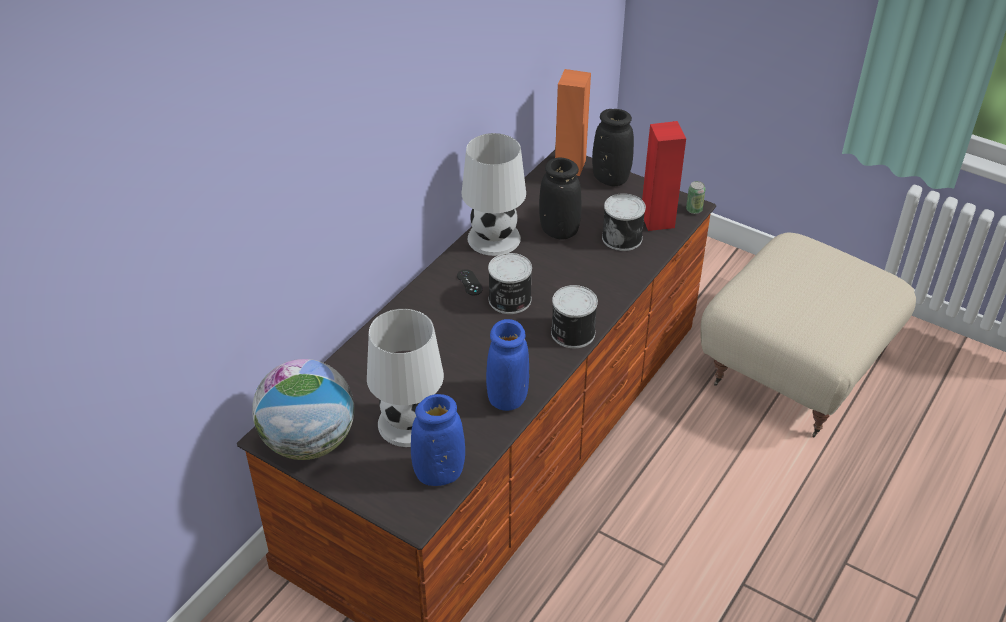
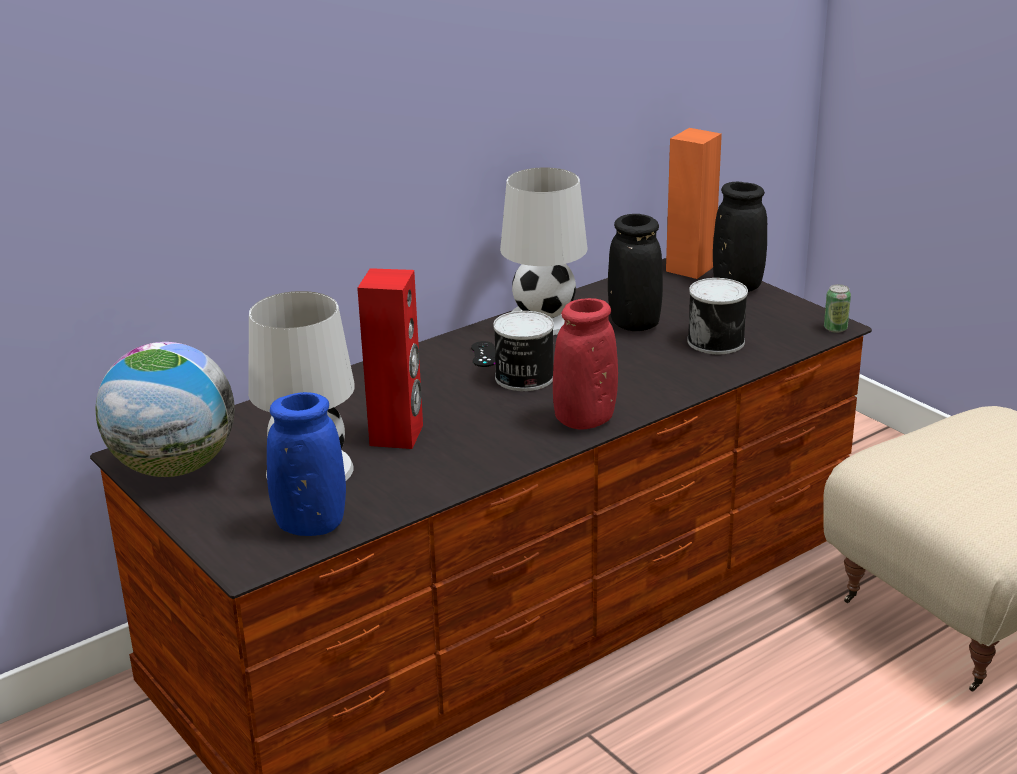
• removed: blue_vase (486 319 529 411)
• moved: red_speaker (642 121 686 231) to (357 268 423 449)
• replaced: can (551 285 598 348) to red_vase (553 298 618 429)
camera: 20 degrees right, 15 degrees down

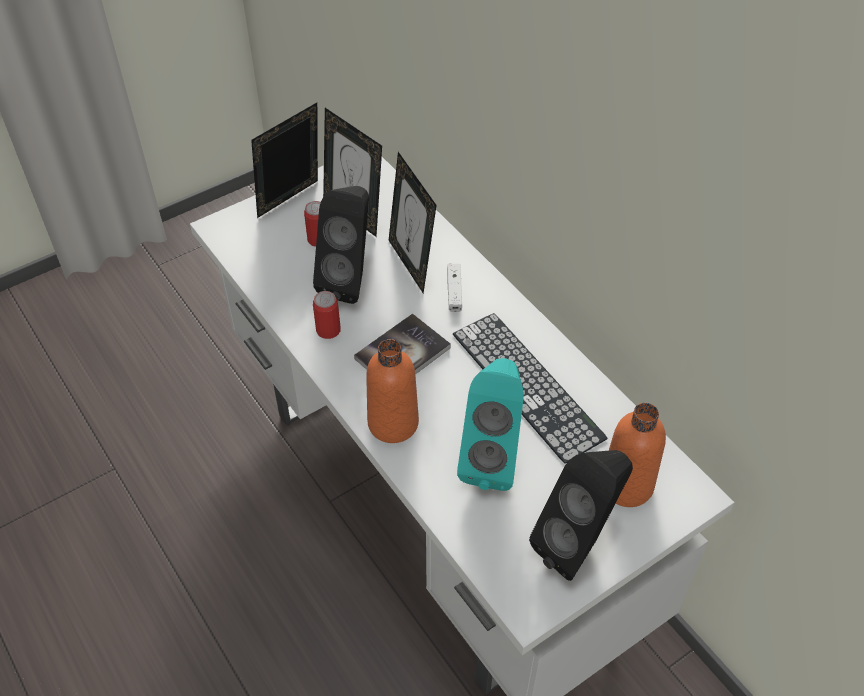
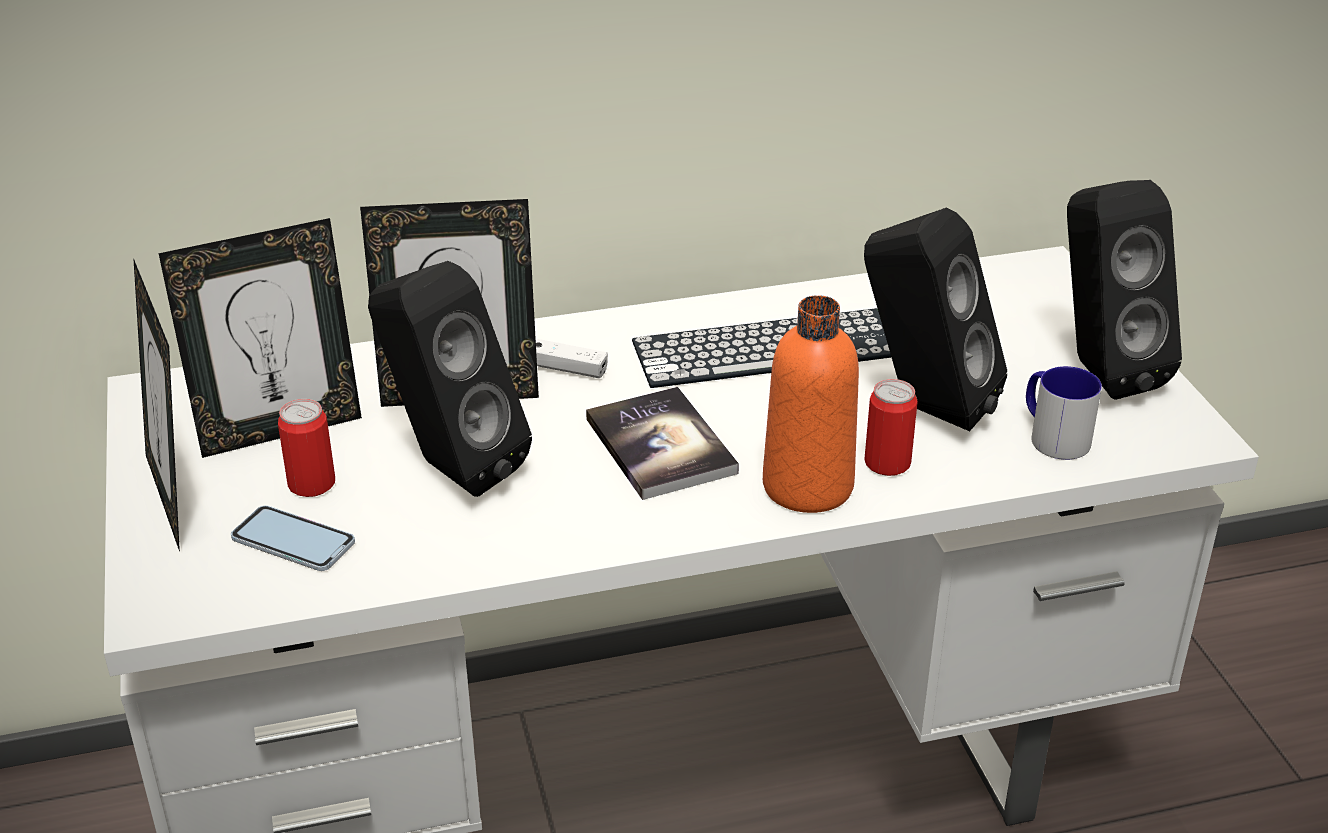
• removed: orange_bottle (609 403 666 507)
• added: phone (231 505 355 571)
• added: mug (1026 366 1102 460)
• moved: can (313 291 341 339) to (864 379 918 476)
• recoloured: turquoise_speaker (457 358 524 491) to black_speaker (864 208 1007 431)
camera: 70 degrees left, 15 degrees down

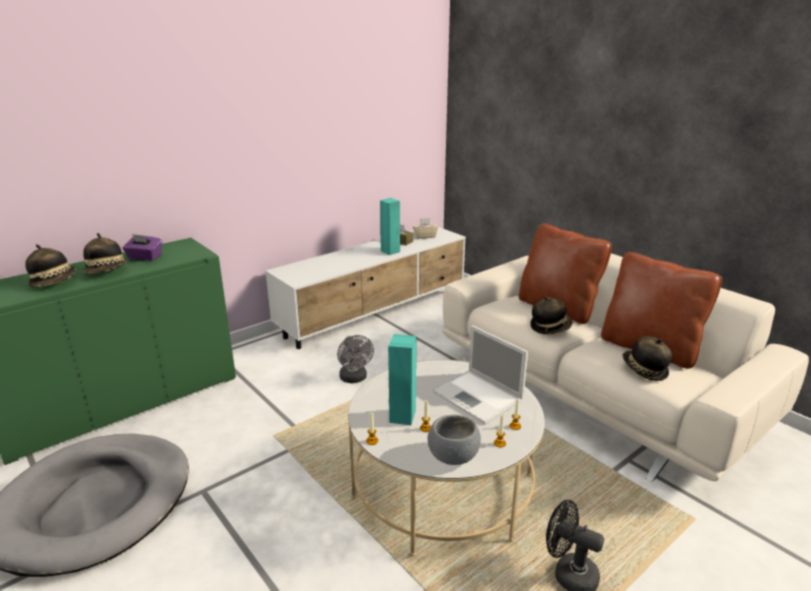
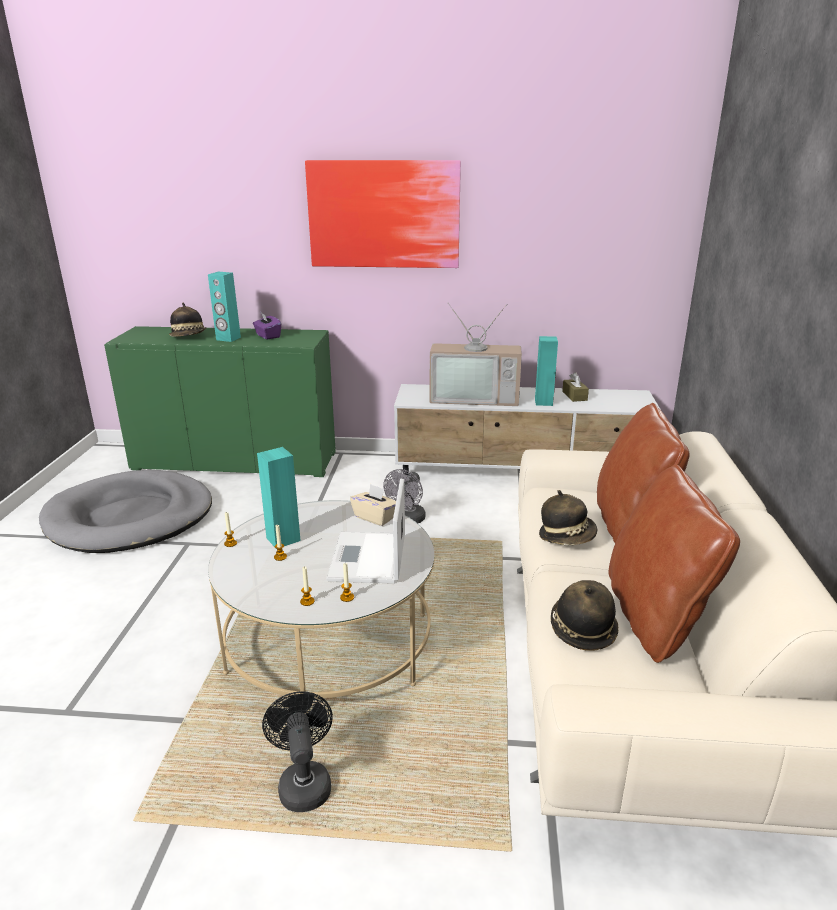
• removed: grey_bowl (427 415 481 465)
• added: picture (305 160 461 268)
• added: television (430 303 522 406)
• moved: beige_tissue_box (413 218 438 239) to (350 484 396 526)
• replaced: hat (83 233 128 274) to turquoise_speaker (208 272 241 342)
camera: 45 degrees right, 0 degrees up

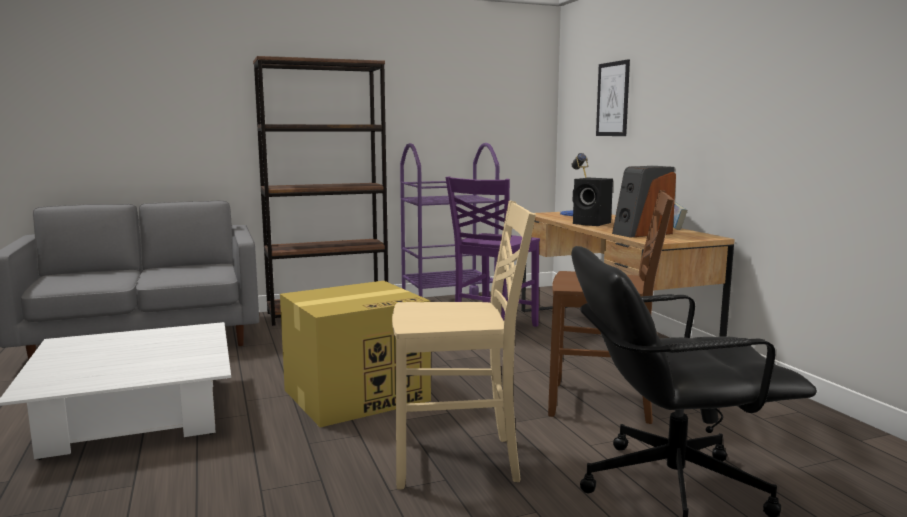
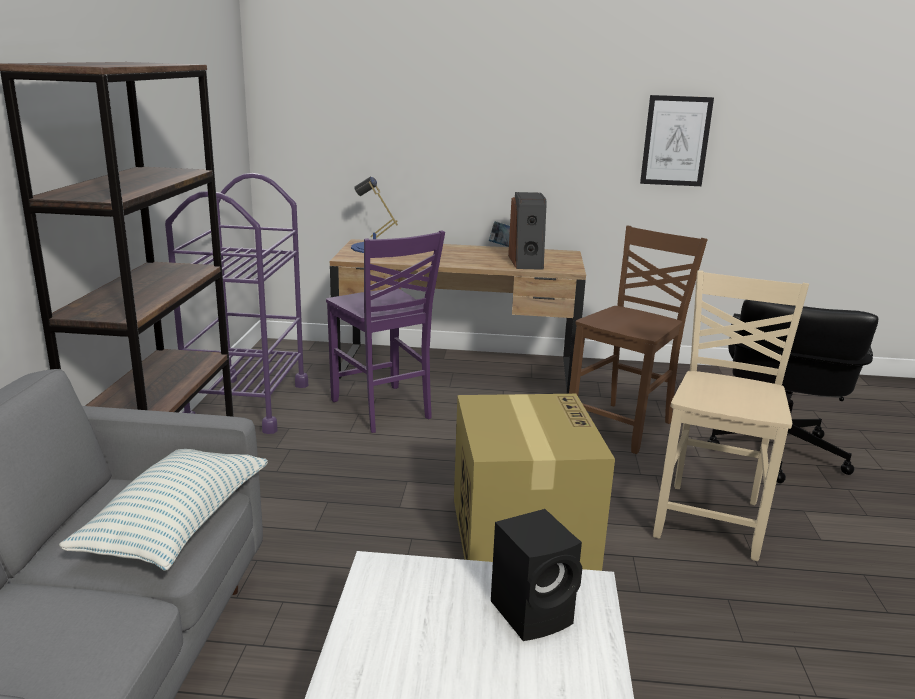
• added: pillow (59 449 268 571)
• moved: black_speaker (573 178 613 226) to (491 509 582 641)
• moved: picture (596 59 630 136) to (640 95 714 186)
camera: 65 degrees left, 10 degrees up

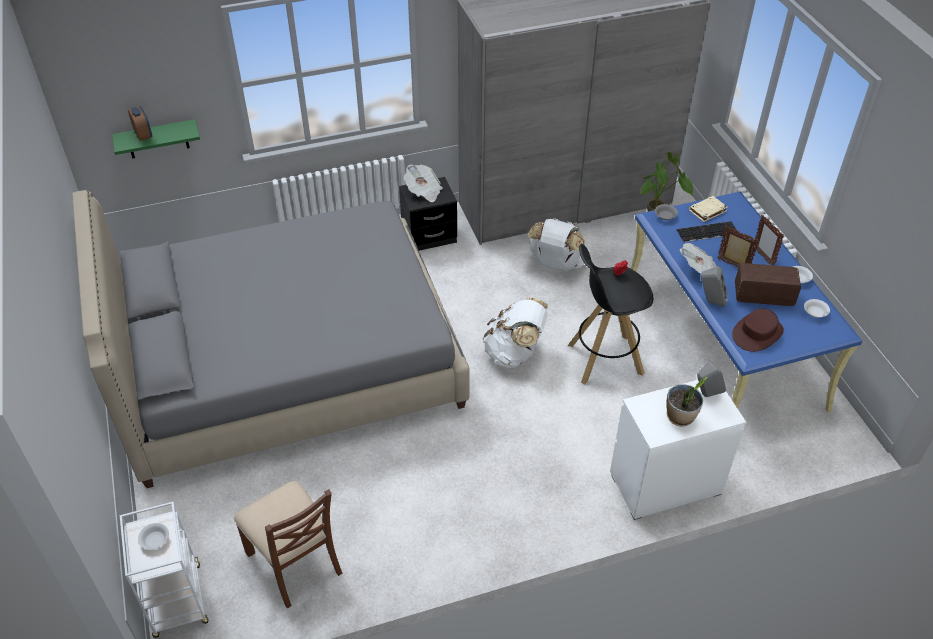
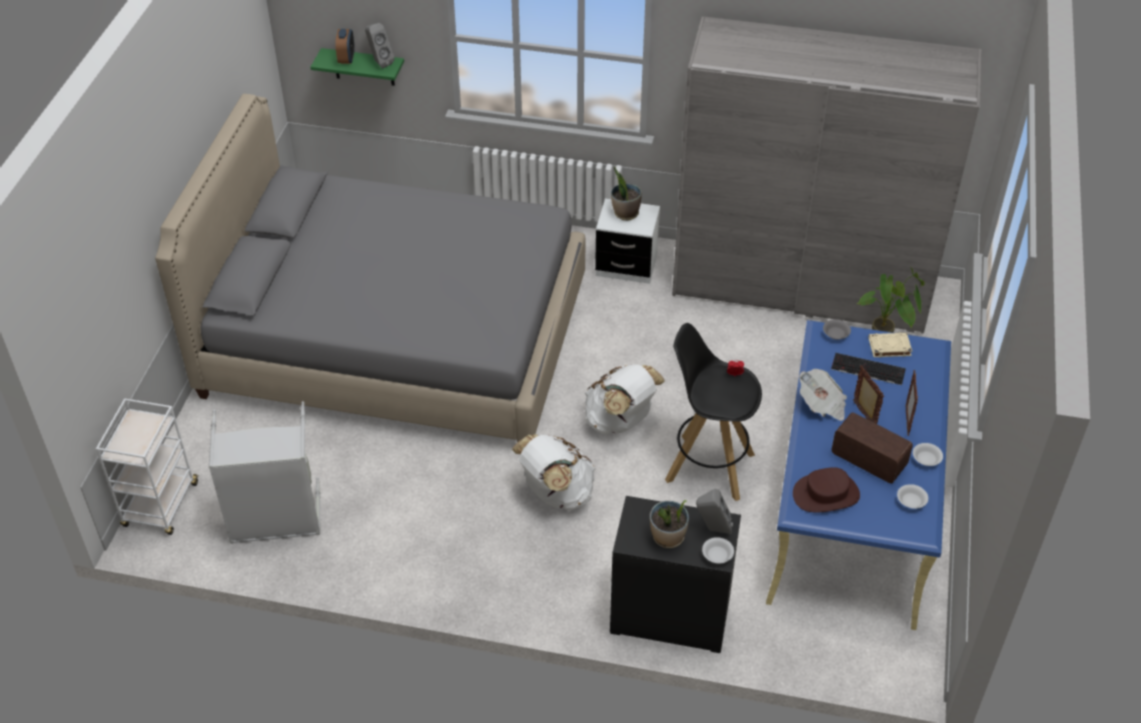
• moved: white_bowl (138 523 169 550) to (702 537 734 564)
• moved: white_backpack (528 218 590 271) to (512 434 595 510)
• moved: grey_speaker (701 266 728 307) to (365 23 395 68)
• replaced: brown_chair (234 481 342 609) to grey_laundry_basket (209 401 320 544)
• replaced: newspaper (404 164 443 202) to potted_plant (611 167 642 221)
• recoloured: black_nightstand (399 177 457 251) to white_nightstand (595 199 660 284)
• recoloured: white_dresser (610 380 746 520) to black_dresser (610 496 741 653)
camera: 30 degrees right, 0 degrees up

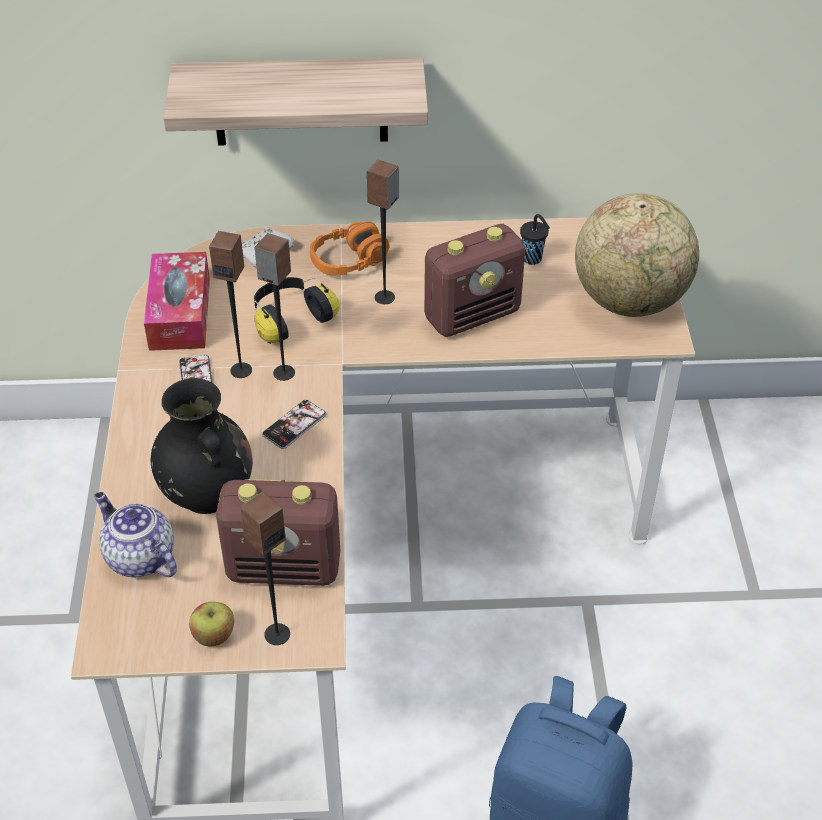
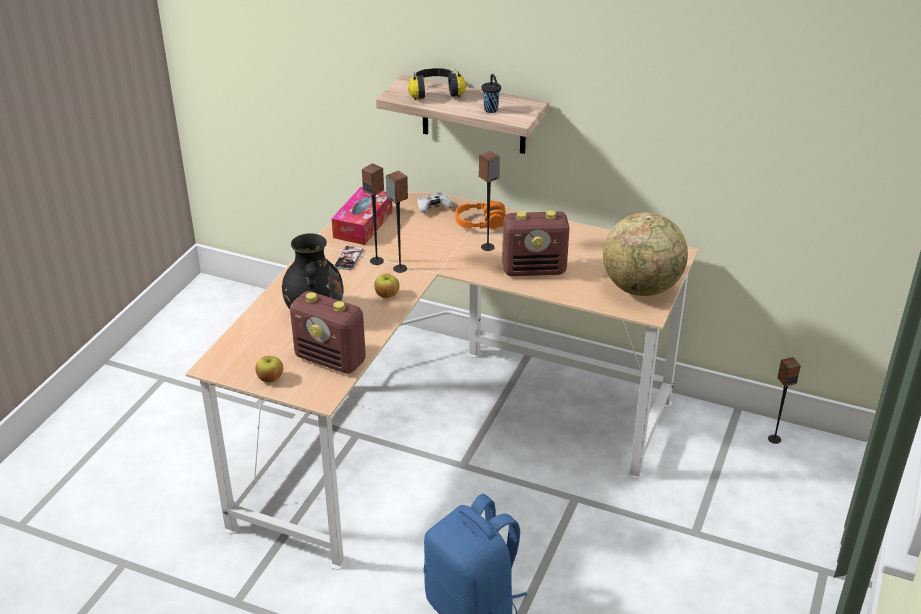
• removed: teapot (94 492 177 578)
• moved: speaker (240 491 290 645) to (768 357 801 444)
• moved: headphones (254 277 340 344) to (408 68 466 100)
• moved: black_cup (520 214 550 265) to (482 74 501 113)
• replaced: phone (262 399 326 449) to apple (374 274 399 298)
camera: 25 degrees right, 10 degrees down

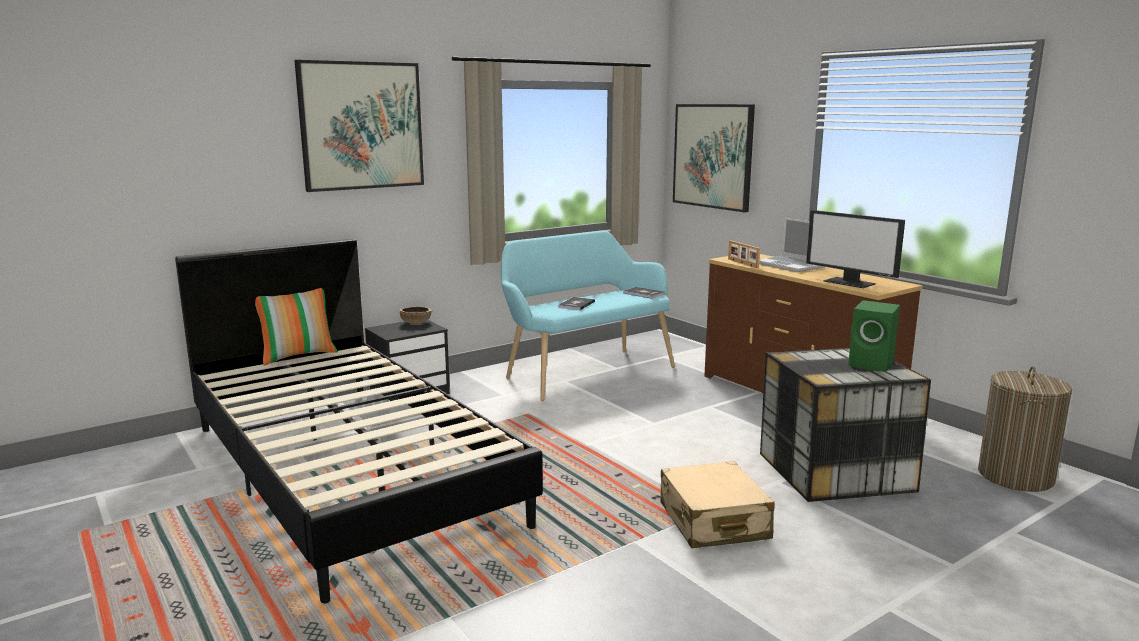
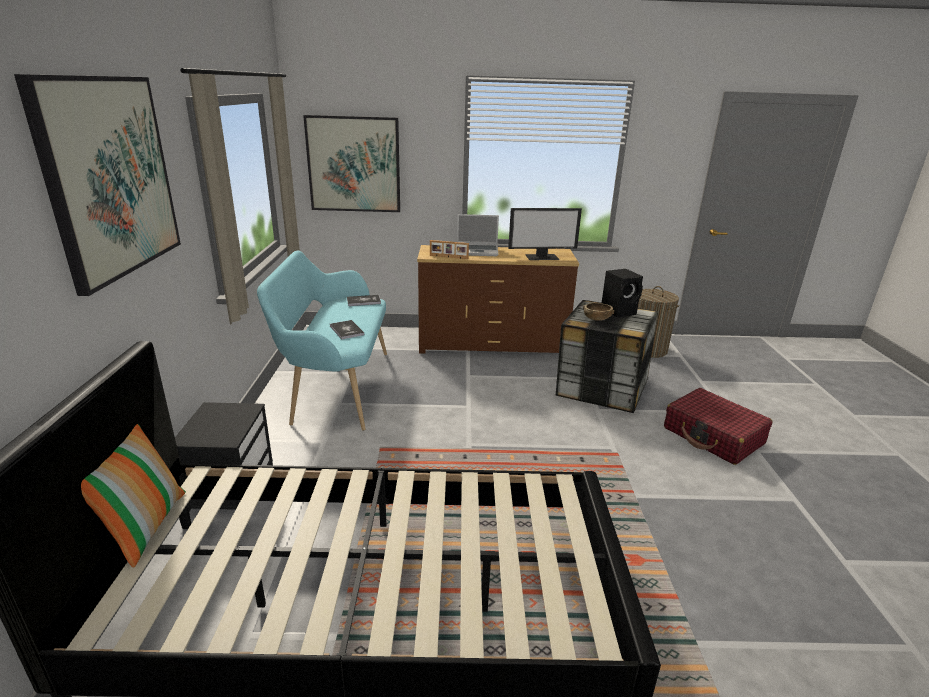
• removed: beige_suitcase (661 461 775 548)
• added: red_suitcase (664 388 773 465)
• moved: brown_bowl (400 307 432 324) to (583 303 614 321)
• recoloured: green_speaker (848 300 900 372) to black_speaker (602 269 643 317)
camera: 55 degrees left, 10 degrees up

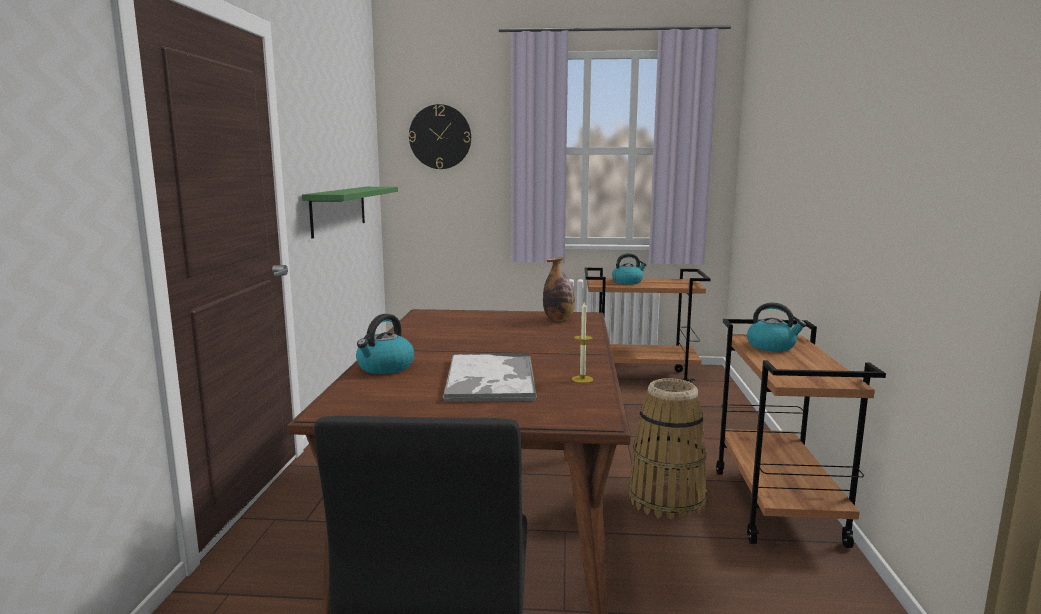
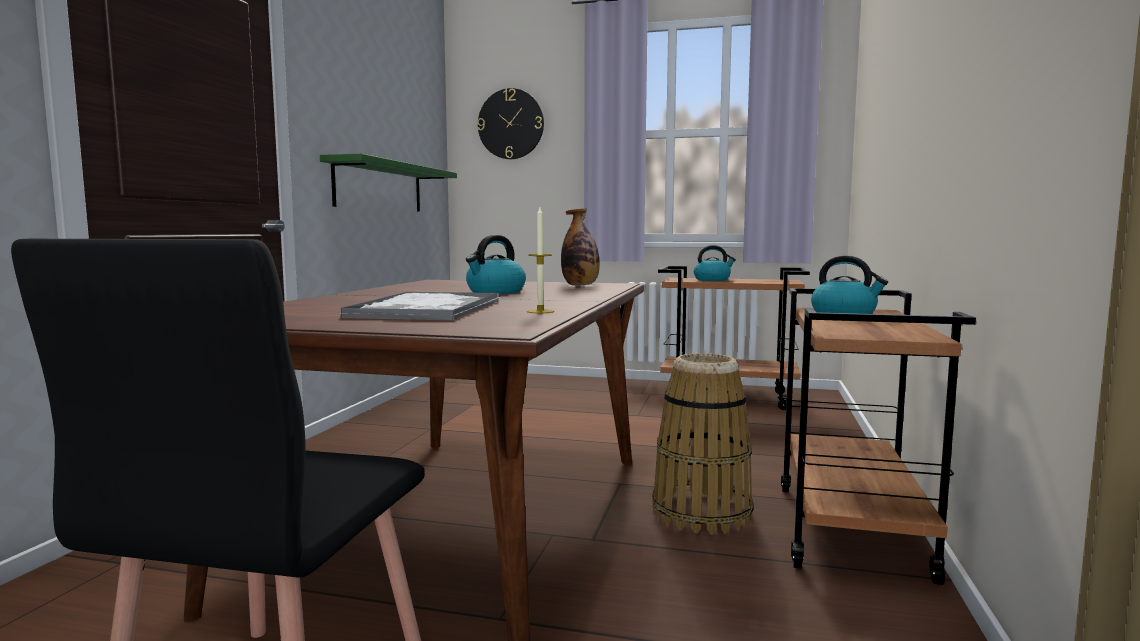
• moved: kettle (356 314 414 374) to (466 235 526 294)
camera: 10 degrees right, 5 degrees down

